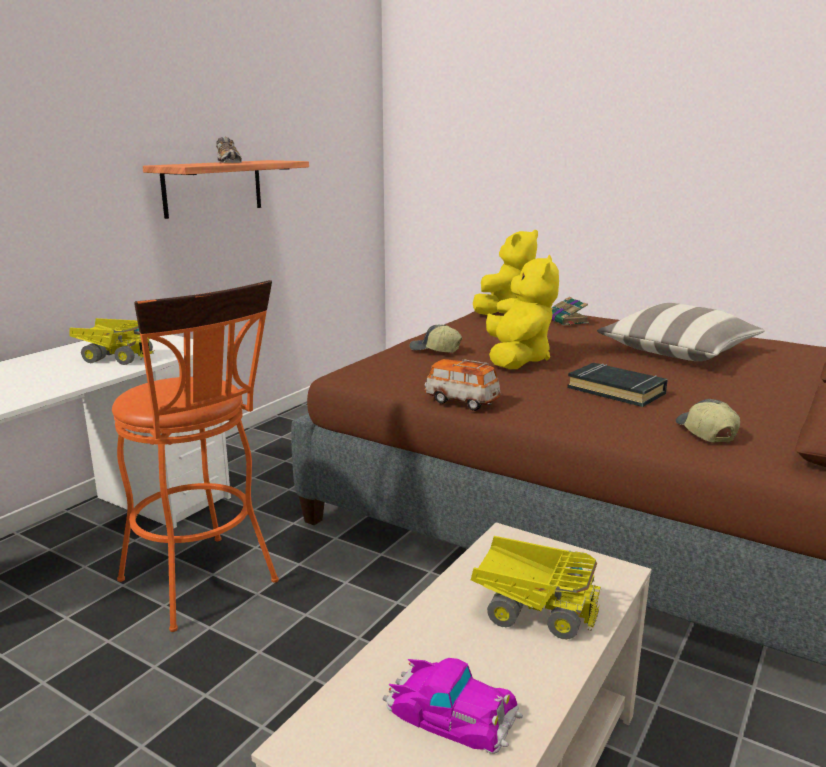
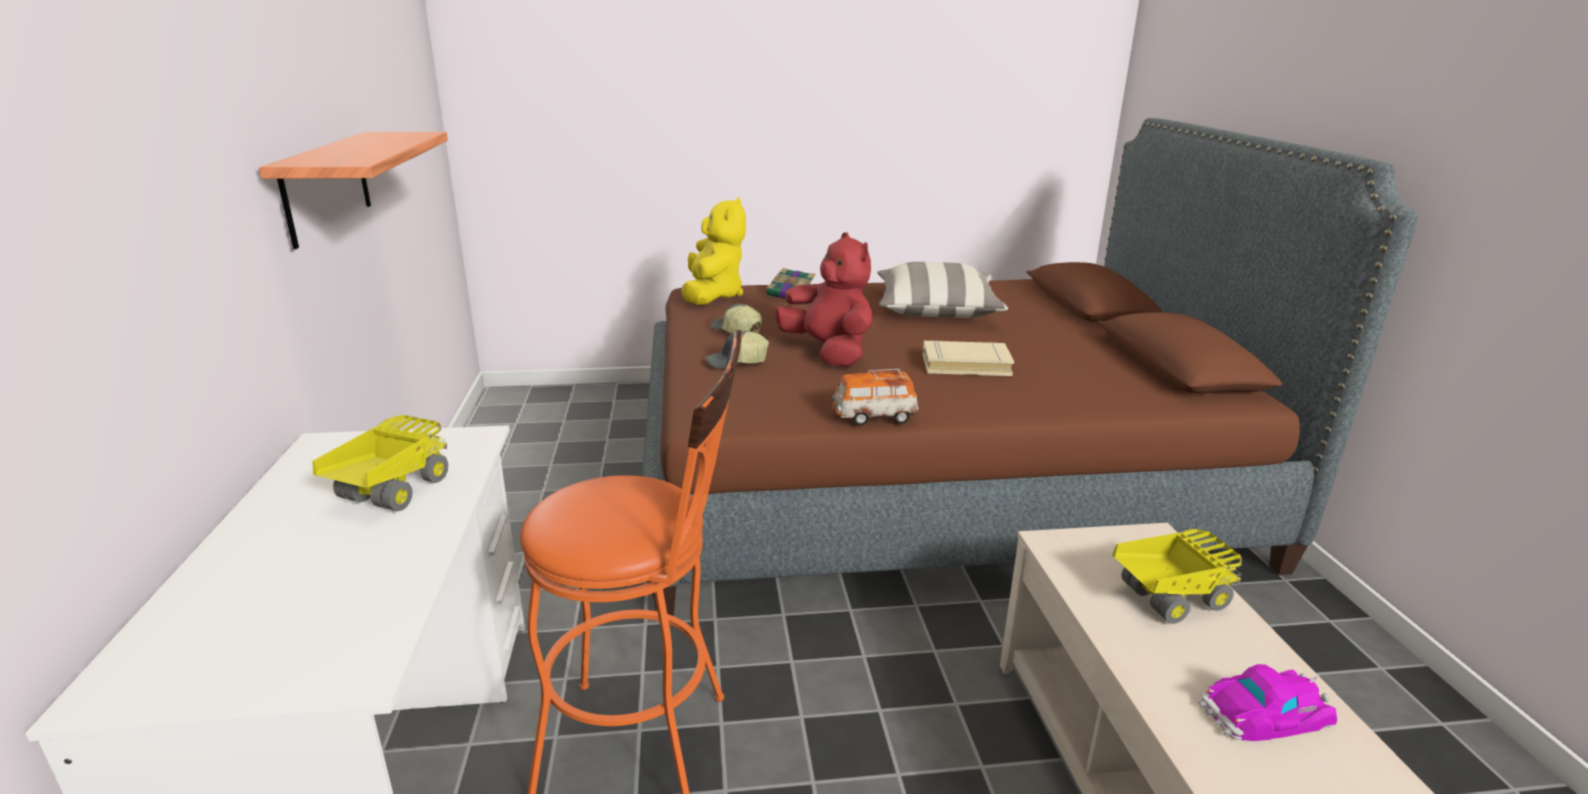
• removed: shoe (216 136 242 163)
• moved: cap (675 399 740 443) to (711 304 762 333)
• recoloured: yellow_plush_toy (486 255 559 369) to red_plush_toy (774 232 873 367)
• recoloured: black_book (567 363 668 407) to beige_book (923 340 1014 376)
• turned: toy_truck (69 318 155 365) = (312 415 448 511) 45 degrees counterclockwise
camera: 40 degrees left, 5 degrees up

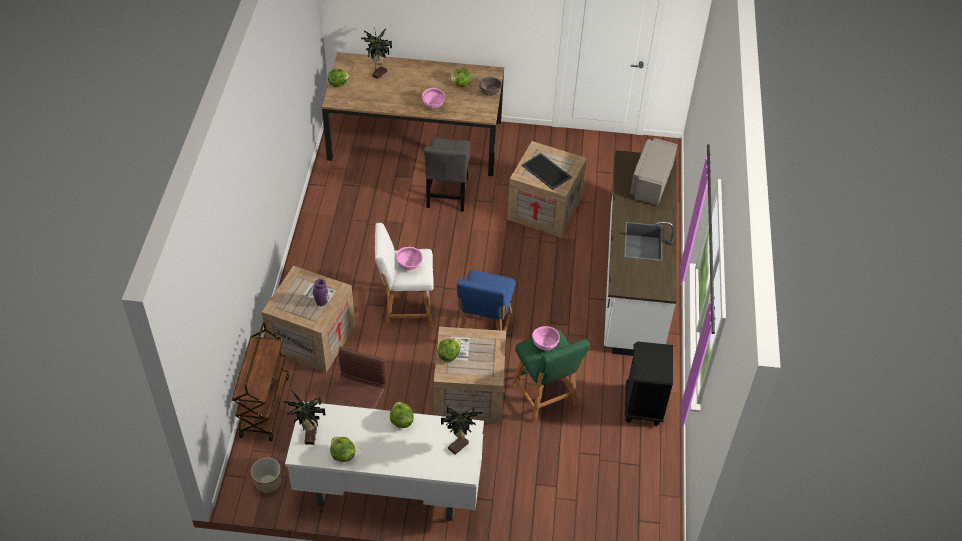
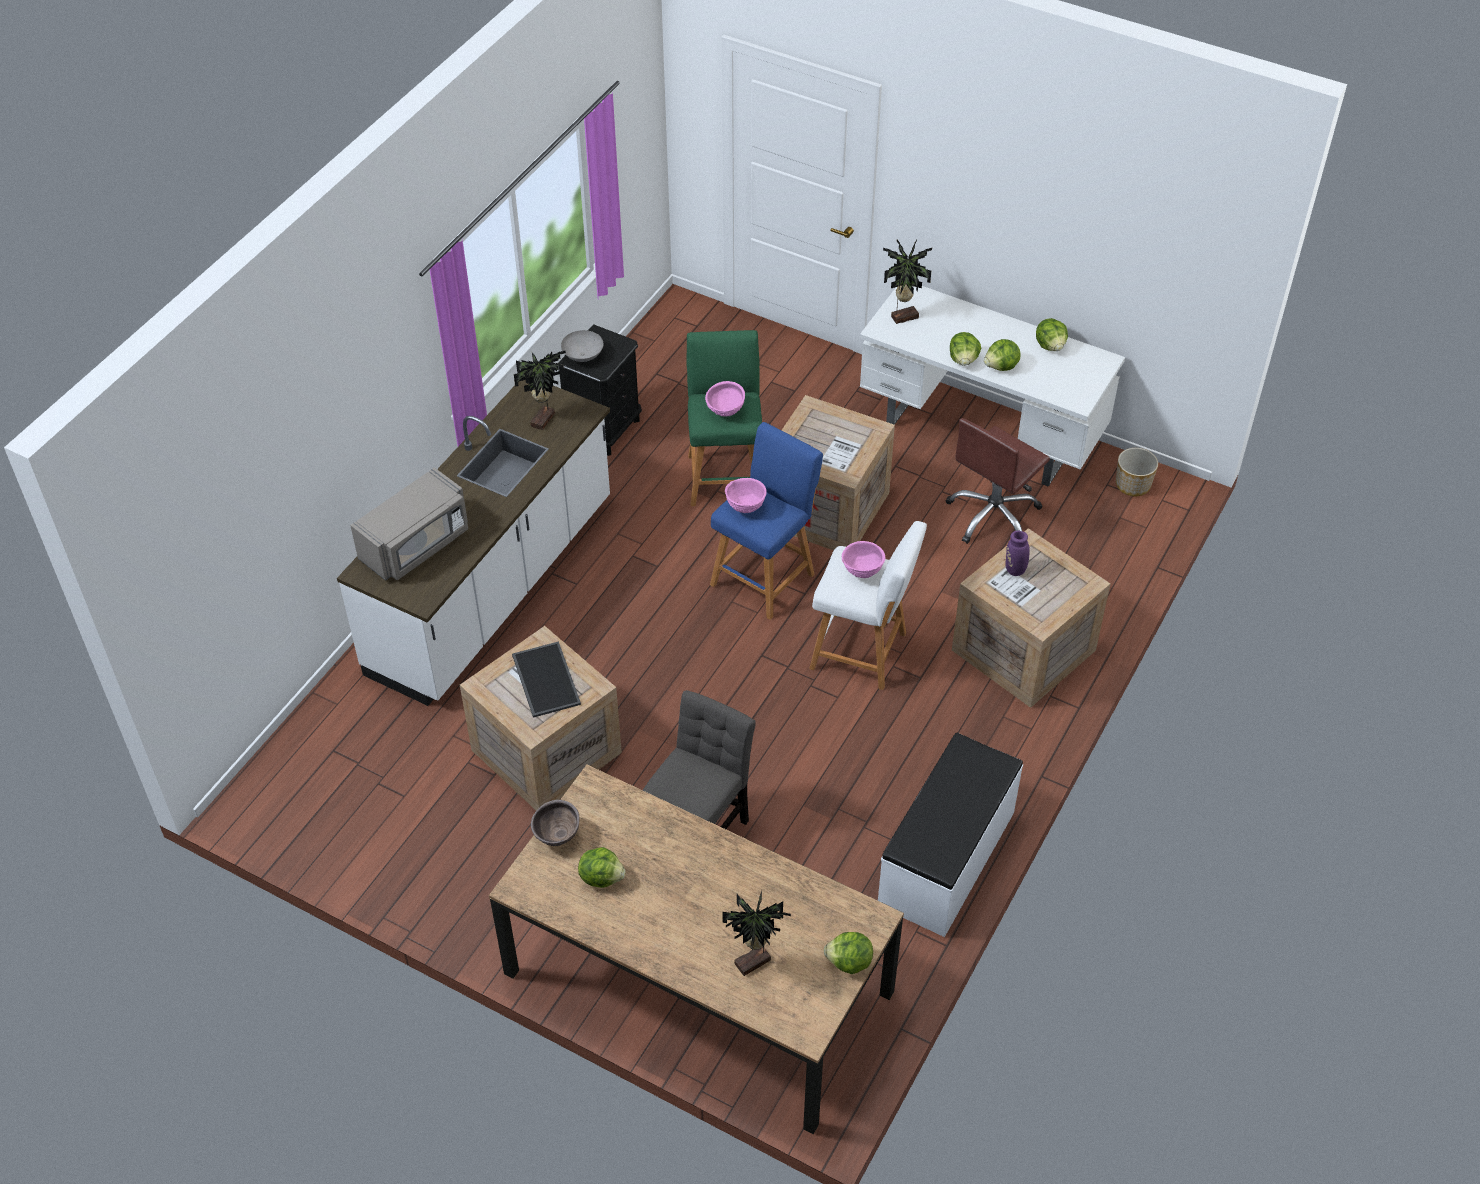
• removed: brown_cart (232 322 289 441)
• added: grey_bowl (561 330 603 362)
• added: white_bench (878 733 1023 937)
• moved: potted_plant (283 385 325 445) to (514 351 566 430)
• moved: pink_bowl (422 88 445 109) to (725 478 766 513)
• moved: lettuce (437 339 461 362) to (984 339 1020 371)
camera: 155 degrees left, 0 degrees up

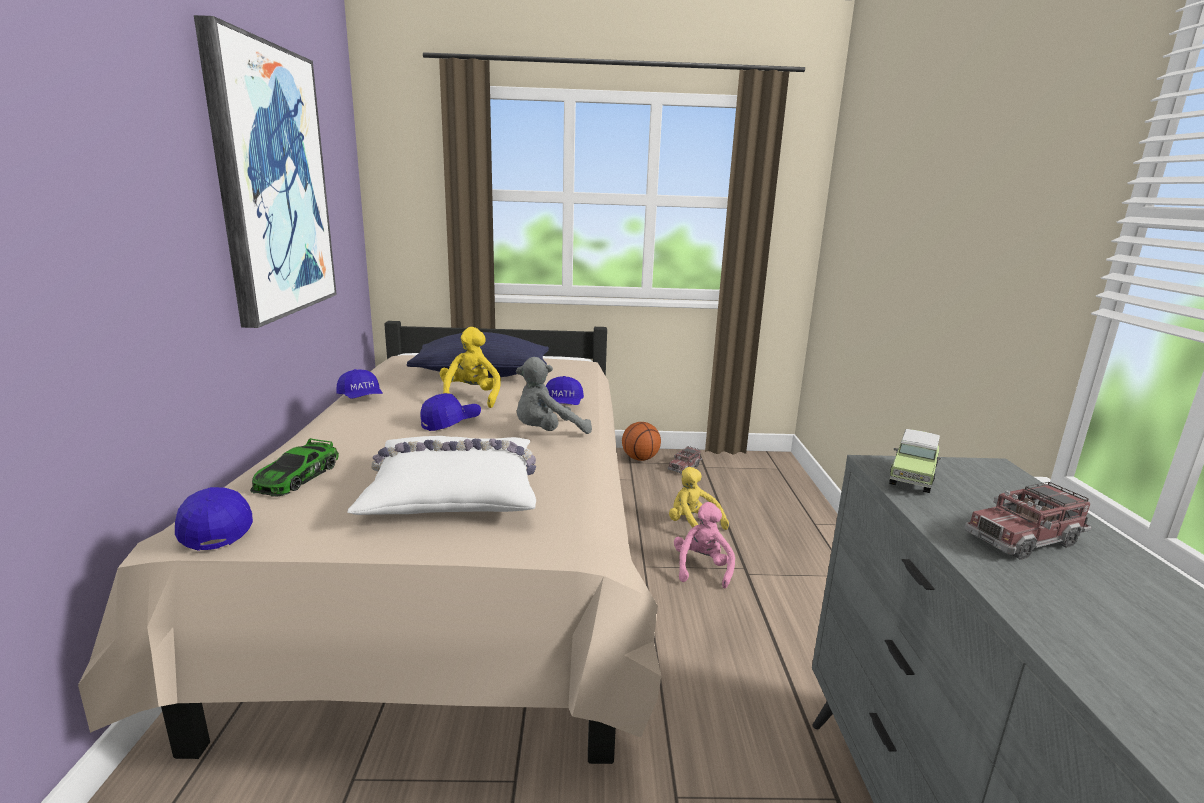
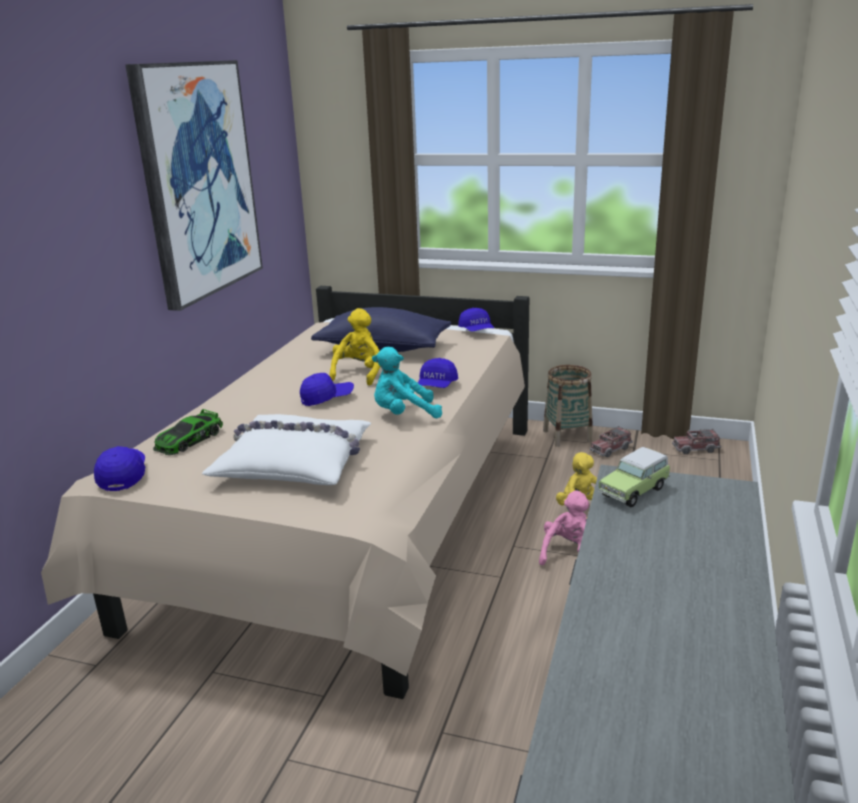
• moved: blue_cap (337 369 383 399) to (458 308 494 331)
• moved: toy_truck (965 482 1092 560) to (672 429 721 454)
• replaced: basketball (622 422 661 461) to basket (543 365 593 447)
• recoloured: grey_plush_toy (516 357 592 434) to turquoise_plush_toy (372 347 442 418)
camera: 20 degrees right, 5 degrees up

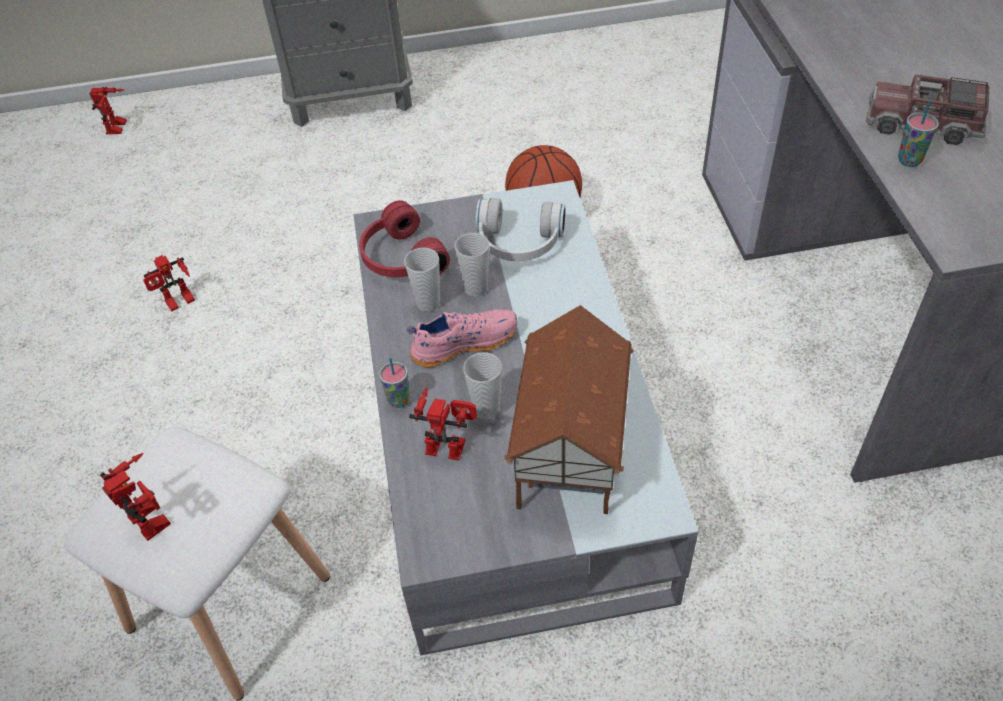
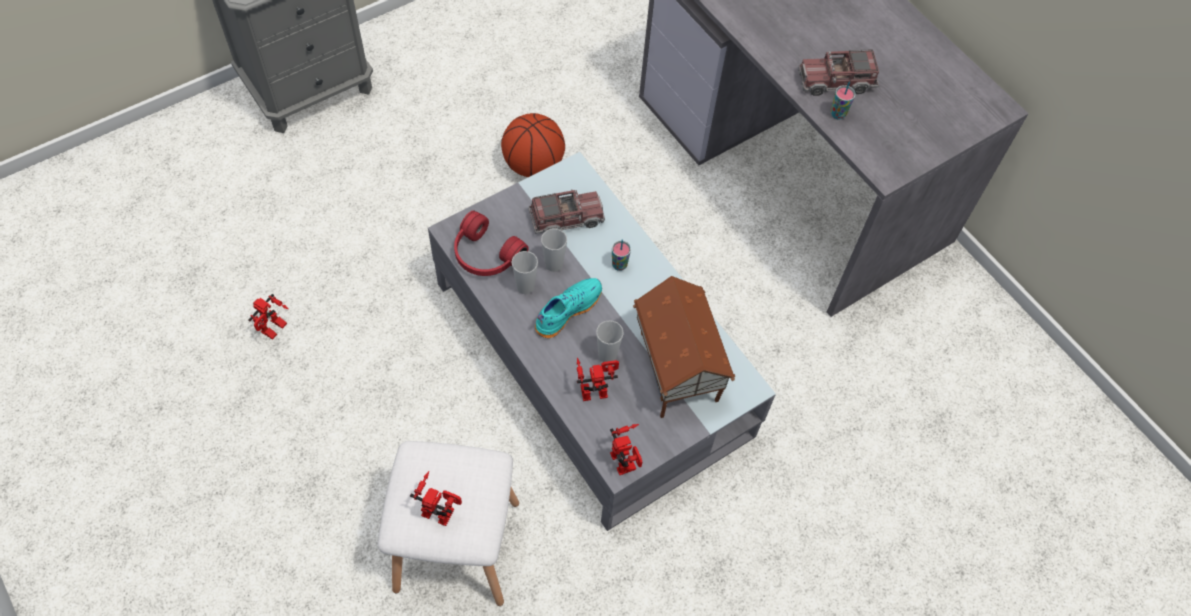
• moved: toy_robot (89 87 127 134) to (610 424 642 475)
• moved: cup (379 357 410 408) to (612 239 631 271)
• replaced: white_headphones (476 198 566 261) to toy_truck (528 189 605 234)
• recoloured: pink_shoe (407 309 517 367) to turquoise_shoe (535 278 602 338)
camera: 30 degrees left, 10 degrees up

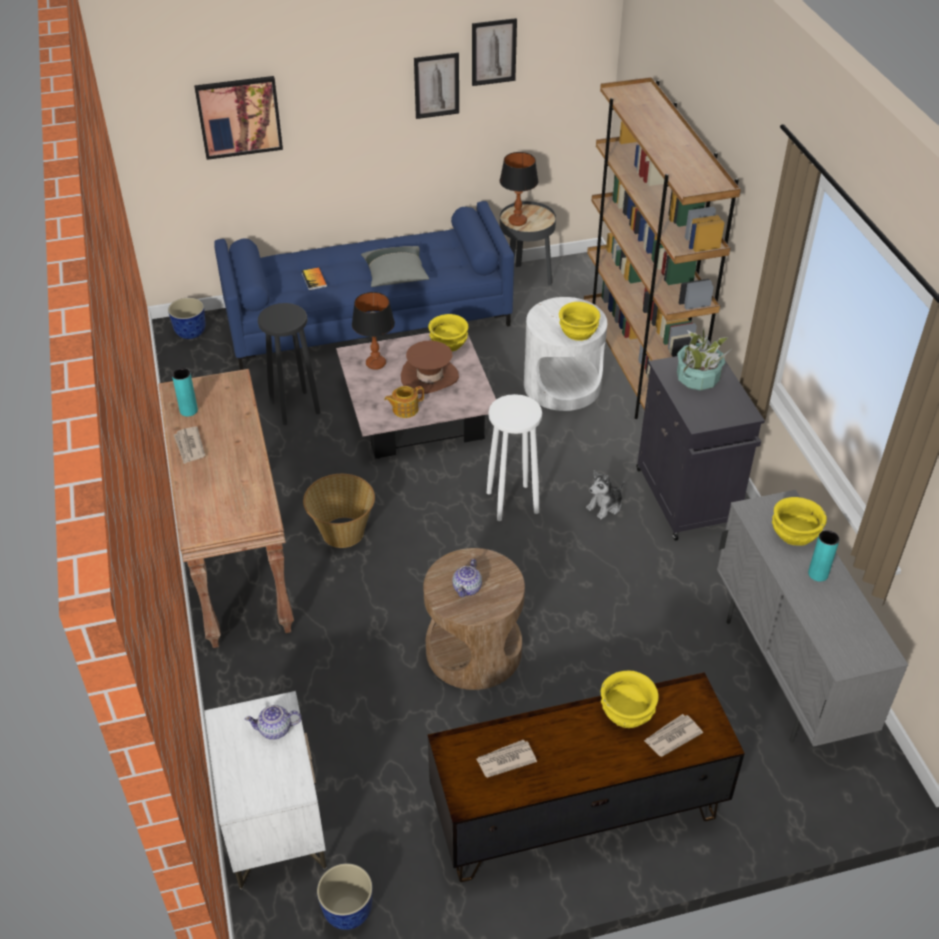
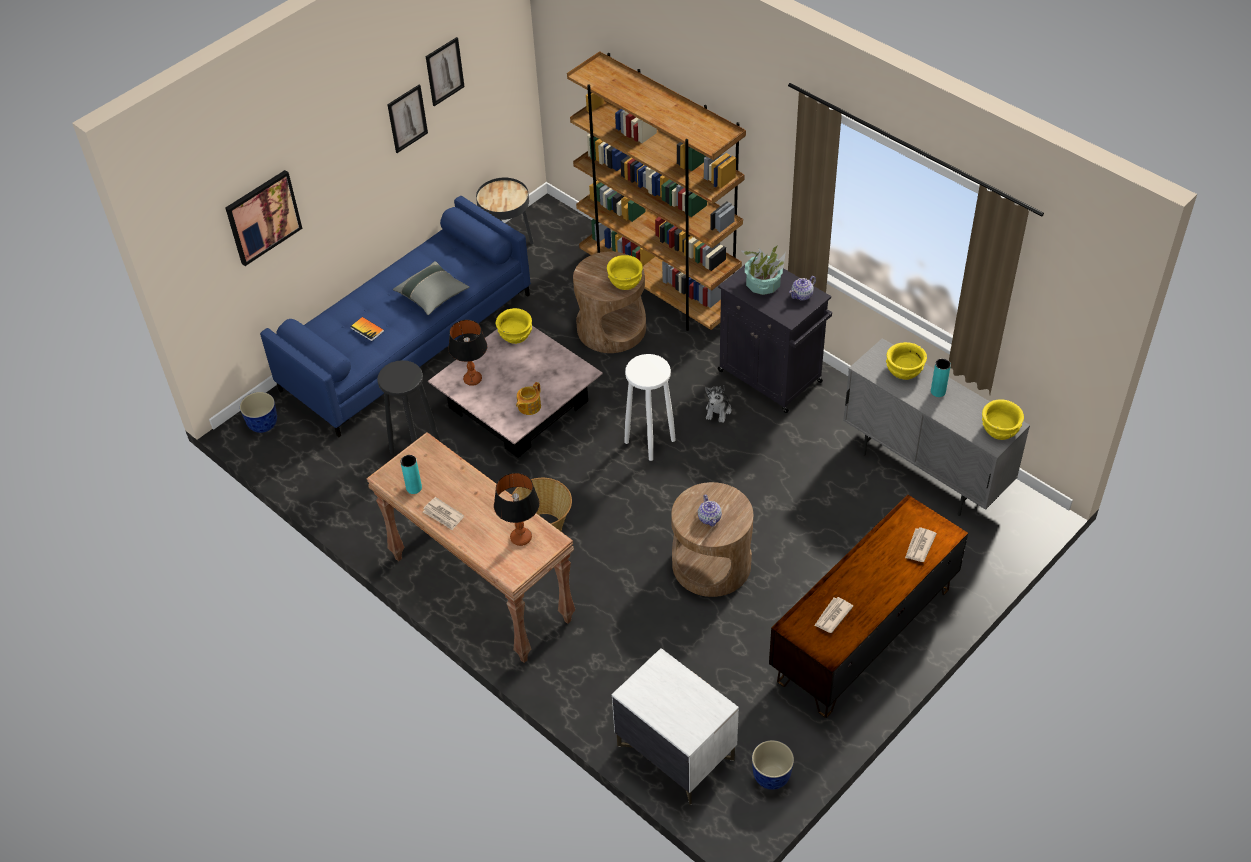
• removed: brown_hat (401 340 459 394)
• moved: teapot (245 705 302 740) to (789 276 816 301)
• moved: table_lamp (500 152 539 226) to (494 473 540 546)
• moved: yellow_bowl (601 671 659 728) to (982 399 1024 440)
• recoloured: white_side_table (524 297 607 411) to brown_side_table (573 251 646 353)
camera: 30 degrees left, 5 degrees up

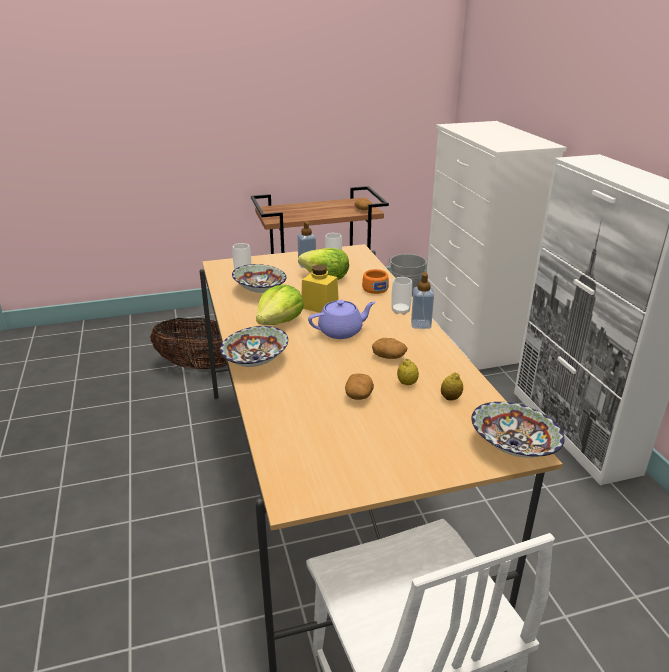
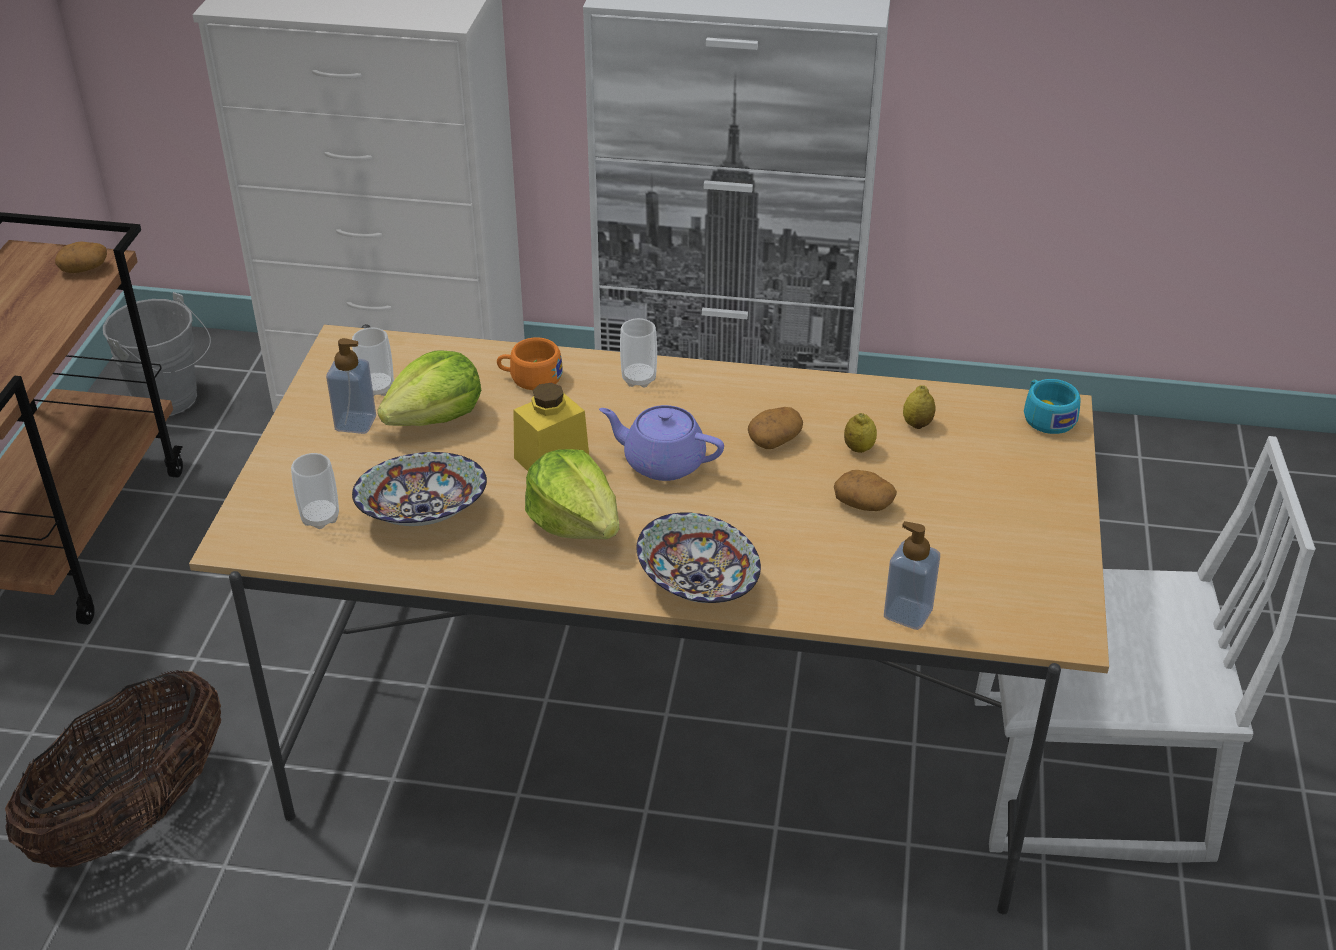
• moved: soap_dispenser (411 271 434 329) to (884 521 940 630)
• replaced: bowl (471 402 564 458) to turquoise_cup (1024 379 1081 434)
• turned: purple_teapot (308 300 376 339) = (599 405 724 481) 75 degrees counterclockwise
camera: 65 degrees left, 10 degrees up

